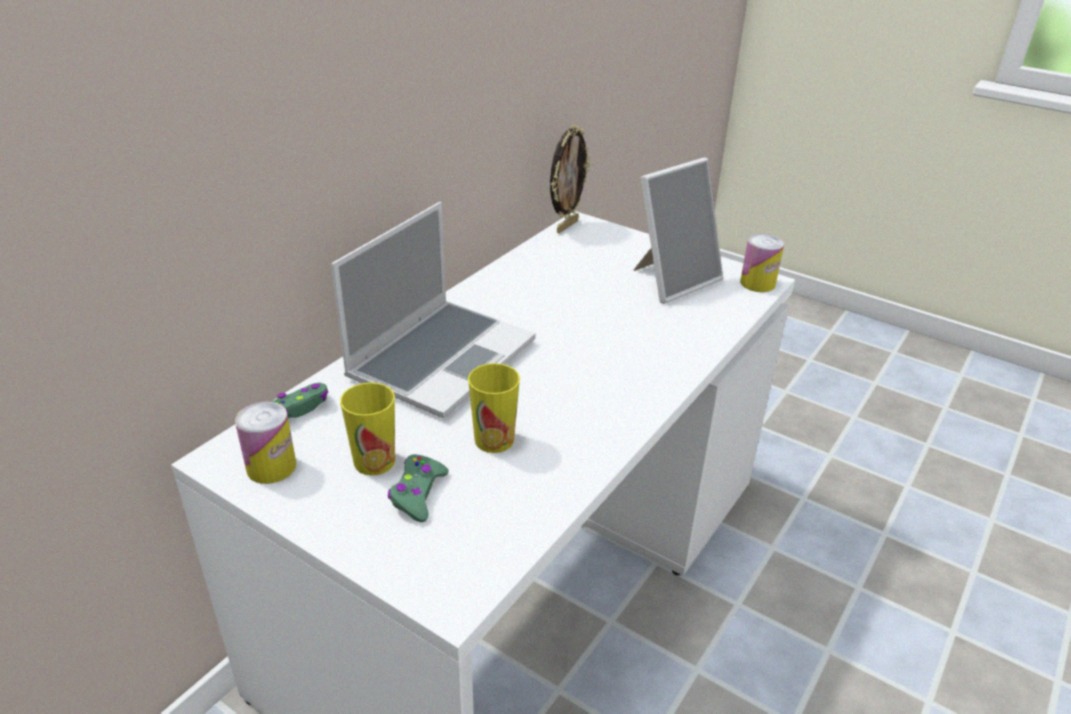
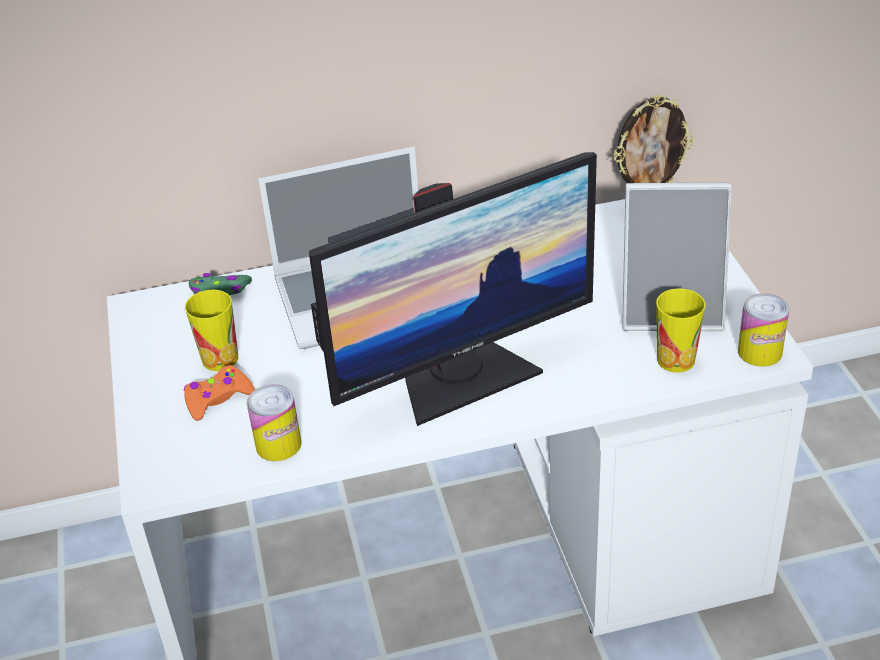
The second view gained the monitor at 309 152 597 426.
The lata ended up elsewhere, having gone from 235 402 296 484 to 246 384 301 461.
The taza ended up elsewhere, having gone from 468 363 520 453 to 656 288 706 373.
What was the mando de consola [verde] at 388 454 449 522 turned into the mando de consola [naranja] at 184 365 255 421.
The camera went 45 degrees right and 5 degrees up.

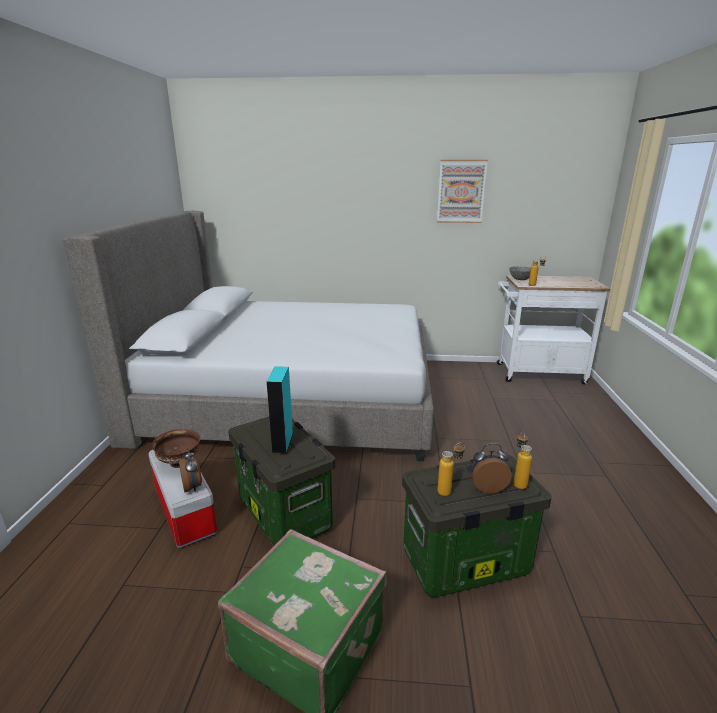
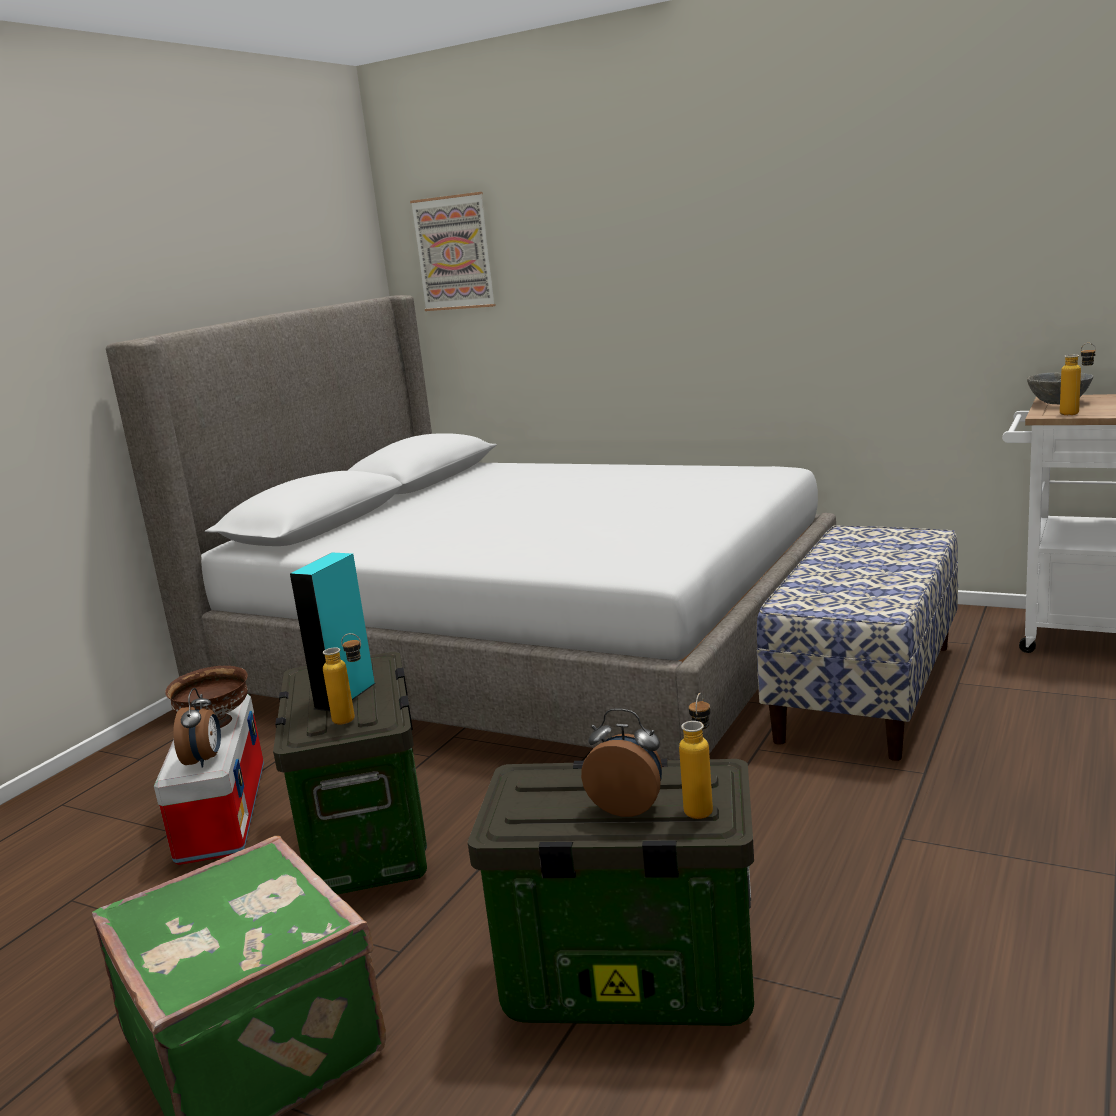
The second view gained the banco at 756 525 958 761.
The cuadro ended up elsewhere, having gone from 437 160 488 223 to 410 192 496 311.
The botella ended up elsewhere, having gone from 437 442 465 496 to 323 633 361 725.
The camera went 25 degrees right and 5 degrees down.

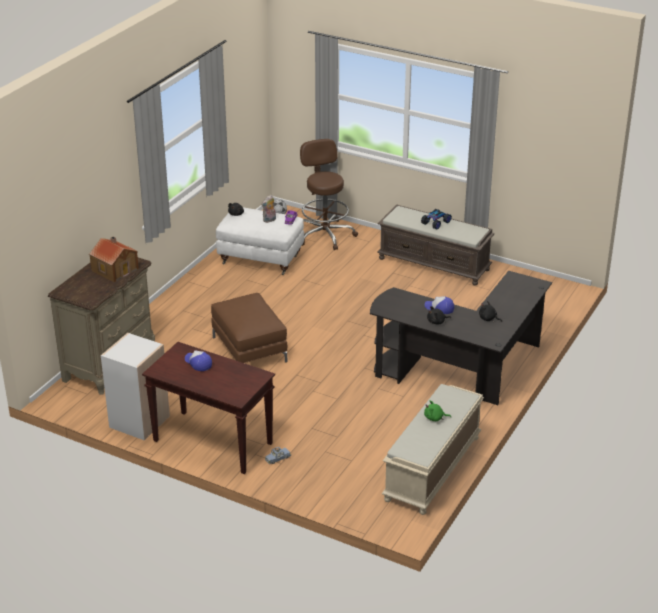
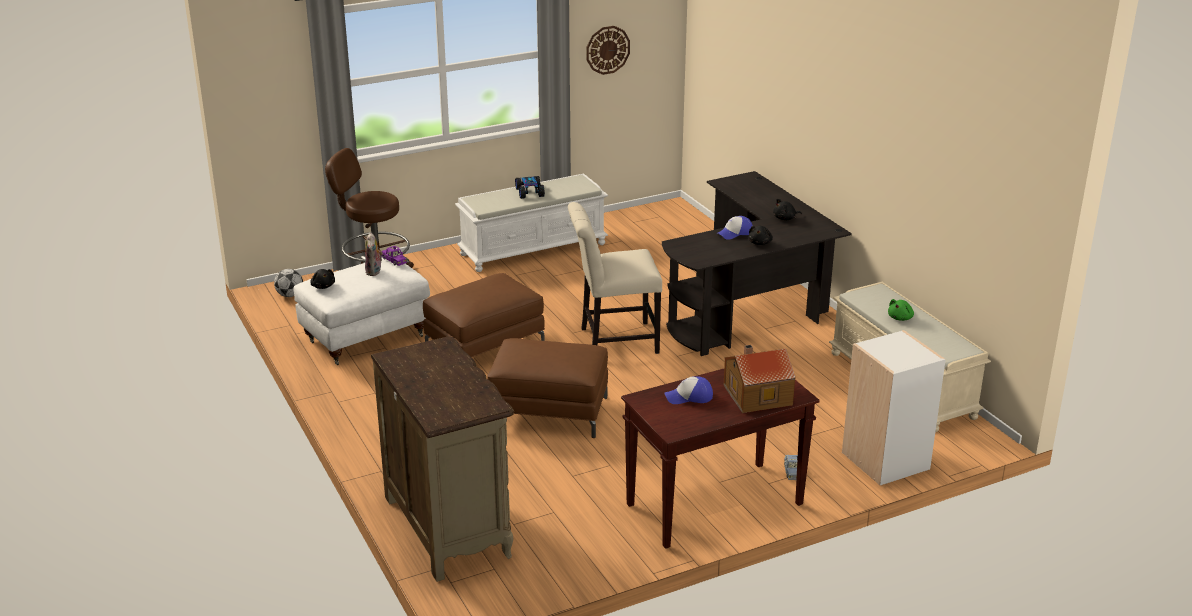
The second view gained the puf [marrón] at 423 273 545 357.
The second view gained the silla [beis] at 568 202 662 354.
The second view gained the reloj de pared at 586 26 630 75.
The casita ended up elsewhere, having gone from 89 237 139 282 to 724 345 796 413.
The estantería ended up elsewhere, having gone from 101 333 170 440 to 842 330 946 485.
What was the banco [marrón] at 377 204 495 286 turned into the banco [blanco] at 455 173 608 272.
The camera went 55 degrees left and 5 degrees down.

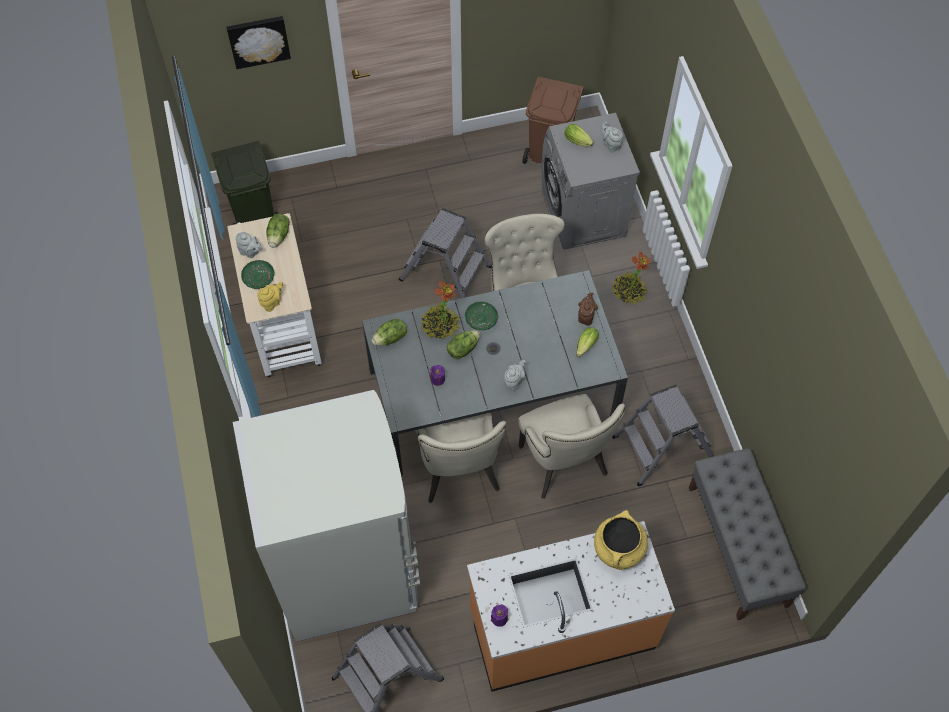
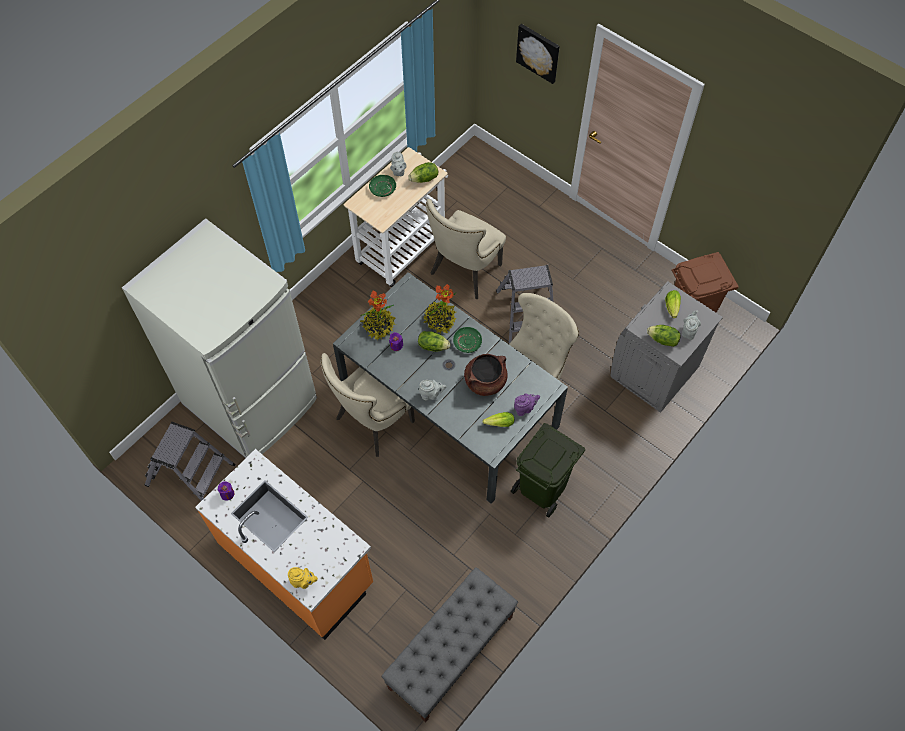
The second view lost the olla [amarillo] at 594 510 648 570.
The second view lost the escalera de tijera [gris] at 612 384 714 487.
The second view gained the olla [marrón] at 464 354 508 396.
The papelera [verde] ended up elsewhere, having gone from 211 141 278 225 to 511 423 585 518.
The tetera [amarillo] ended up elsewhere, having gone from 257 282 283 312 to 288 567 318 589.
The lechuga ended up elsewhere, having gone from 371 319 407 346 to 647 325 681 347.
The silla [beis] ended up elsewhere, having gone from 518 394 625 499 to 426 199 506 299.
The planta en maceta ended up elsewhere, having gone from 612 251 651 304 to 359 291 395 340.
What was the tetera [marrón] at 578 293 598 326 turned into the tetera [morado] at 514 393 540 416.
The camera went 55 degrees right and 0 degrees up.

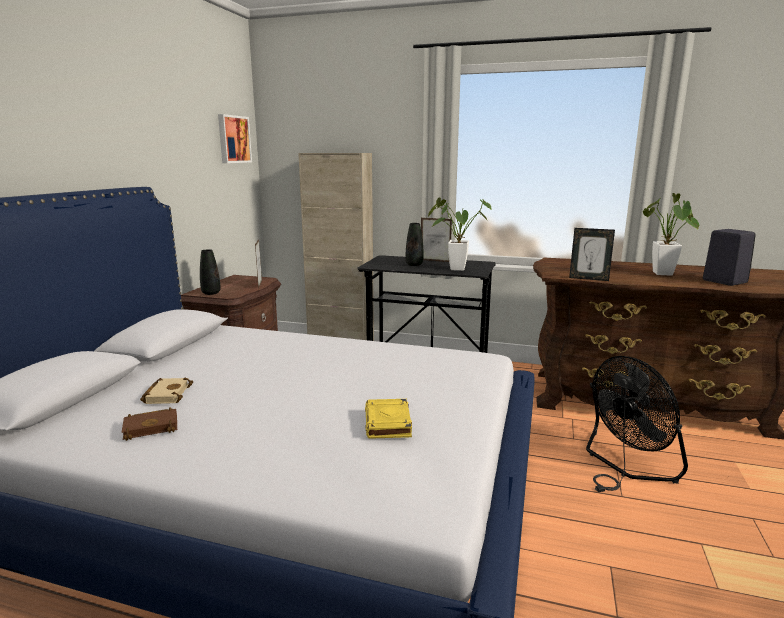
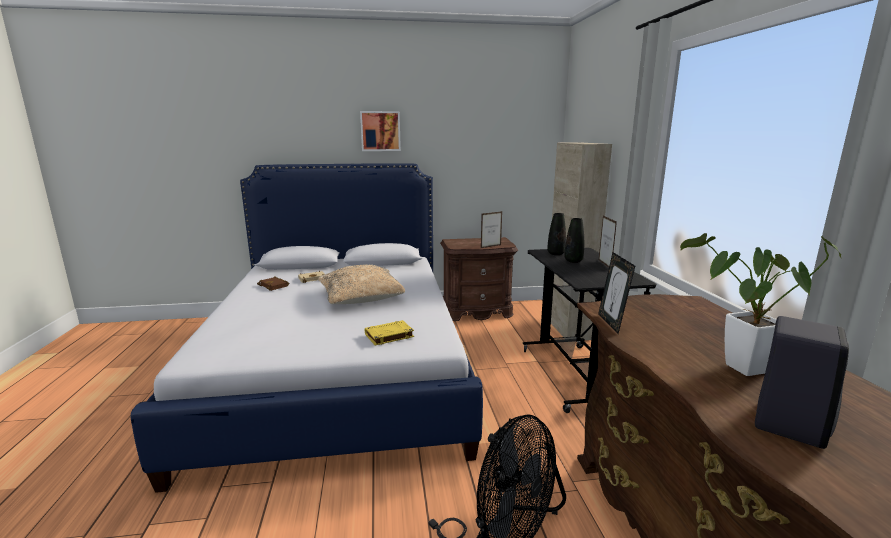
The second view lost the planta en maceta at 427 197 492 271.
The second view gained the cojín [beis] at 318 264 405 304.
The florero [negro] ended up elsewhere, having gone from 200 249 221 295 to 547 213 566 255.
The cuadro ended up elsewhere, having gone from 218 114 252 163 to 360 111 401 151.
The libro [amarillo] ended up elsewhere, having gone from 365 399 412 439 to 365 320 414 346.
The camera went 65 degrees right and 0 degrees up.

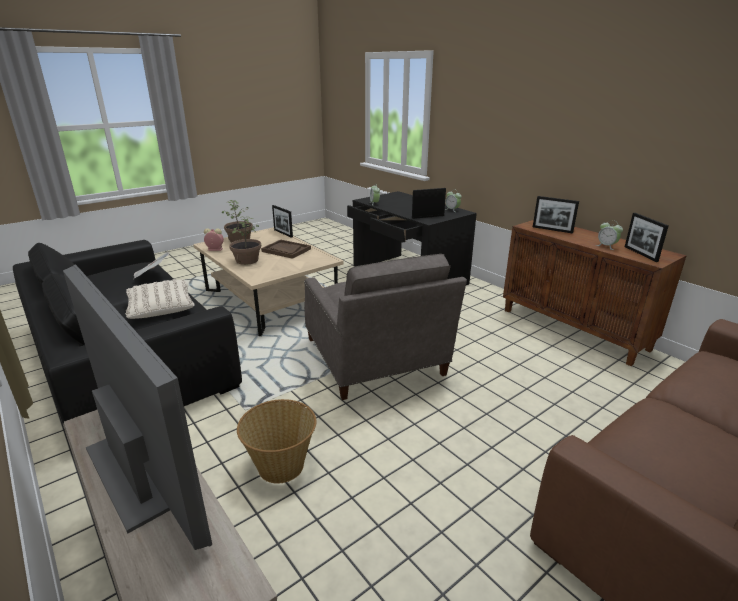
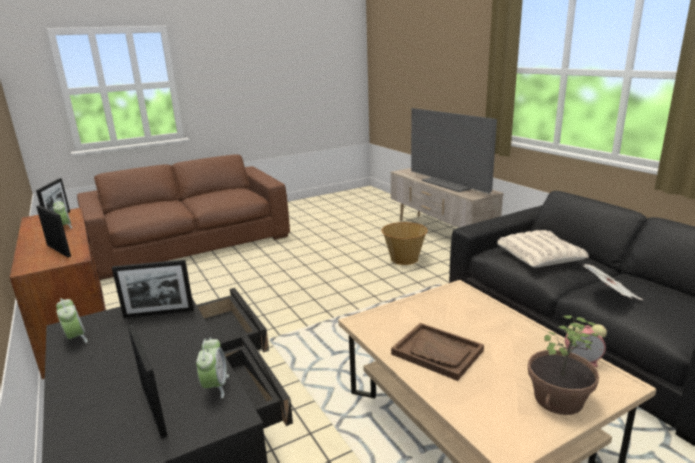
The second view lost the planta en maceta at 229 216 261 265.
The second view lost the sillón [gris] at 304 254 467 400.
The portarretratos ended up elsewhere, having gone from 272 205 293 238 to 128 324 168 439.
The camera went 170 degrees left and 5 degrees down.

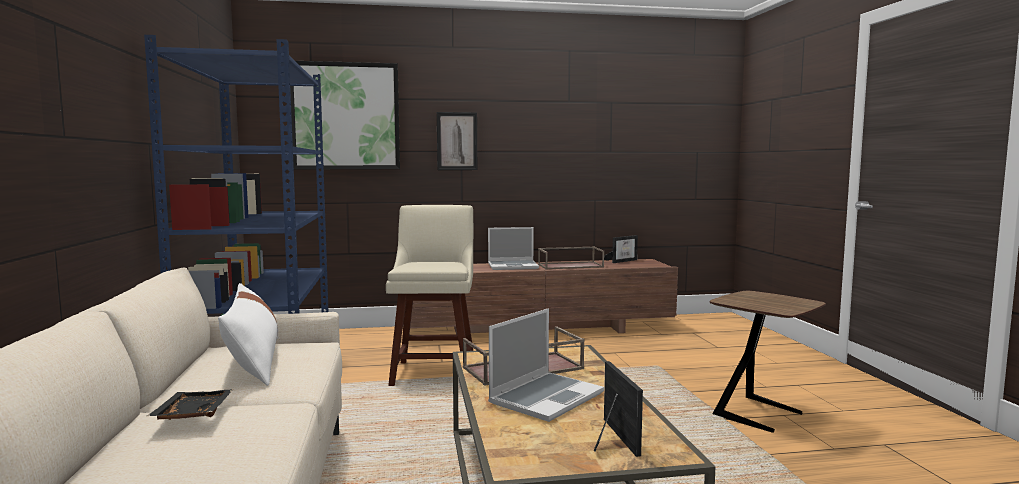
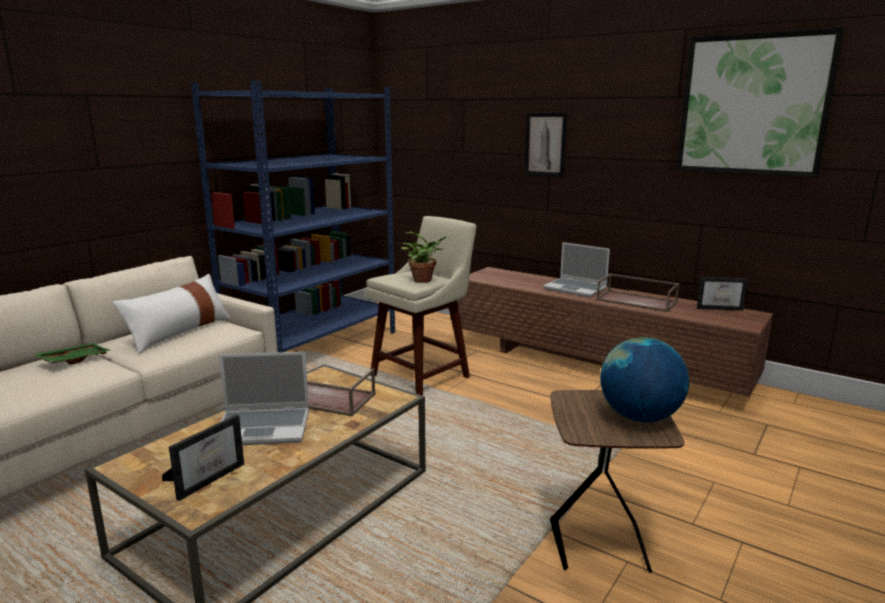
The second view gained the planta en maceta at 401 232 450 283.
The second view gained the globo terráqueo at 600 337 689 422.
The cuadro ended up elsewhere, having gone from 290 61 400 169 to 676 27 845 178.
What was the bandeja [negro] at 147 390 233 420 turned into the bandeja [verde] at 33 343 112 365.
The camera went 45 degrees right and 10 degrees up.

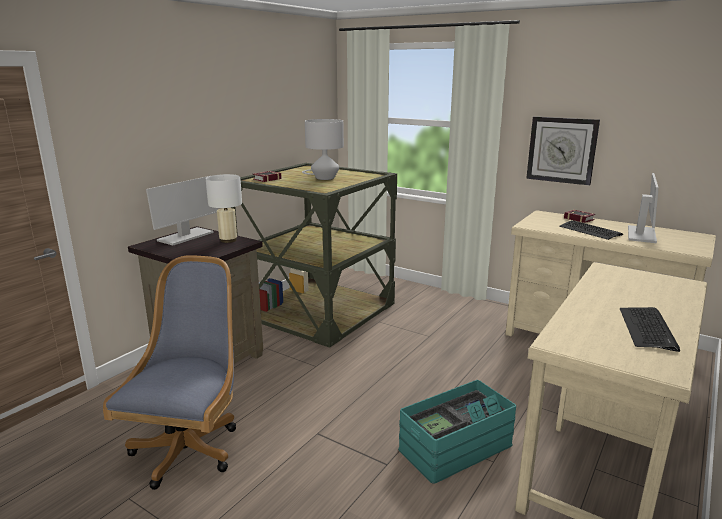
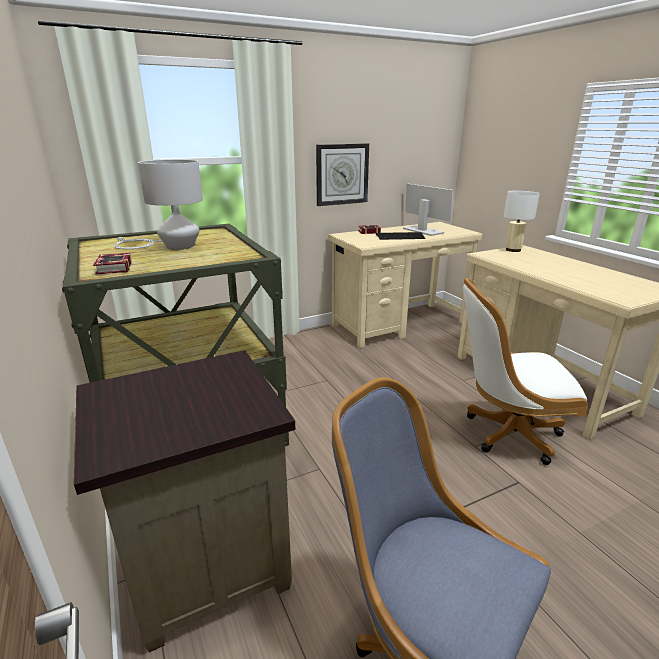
The second view lost the monitor at 146 176 218 245.
The second view lost the teclado at 620 307 680 352.
The lámpara de mesa [blanco] ended up elsewhere, having gone from 206 174 242 243 to 504 190 540 252.
Where the caja de almacenaje [turquesa] stood at 398 380 516 484, the silla de oficina [blanco] came to stand at 463 278 588 465.
The camera went 60 degrees left and 5 degrees up.

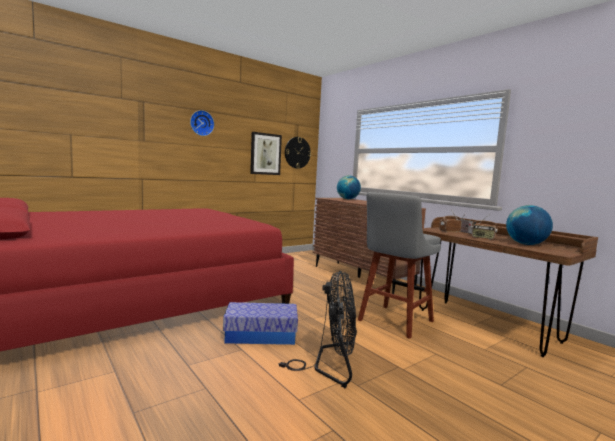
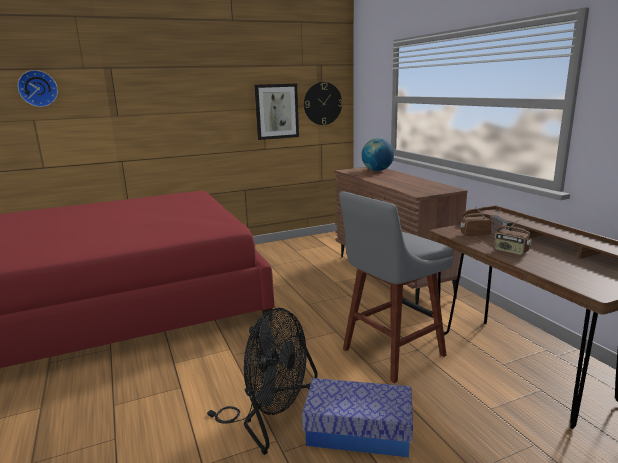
The second view lost the globo terráqueo at 506 205 553 245.
The reloj de pared ended up elsewhere, having gone from 190 110 214 136 to 17 70 58 107.
The caja de almacenaje ended up elsewhere, having gone from 223 302 298 345 to 302 378 413 457.
The camera went 15 degrees right and 10 degrees up.

